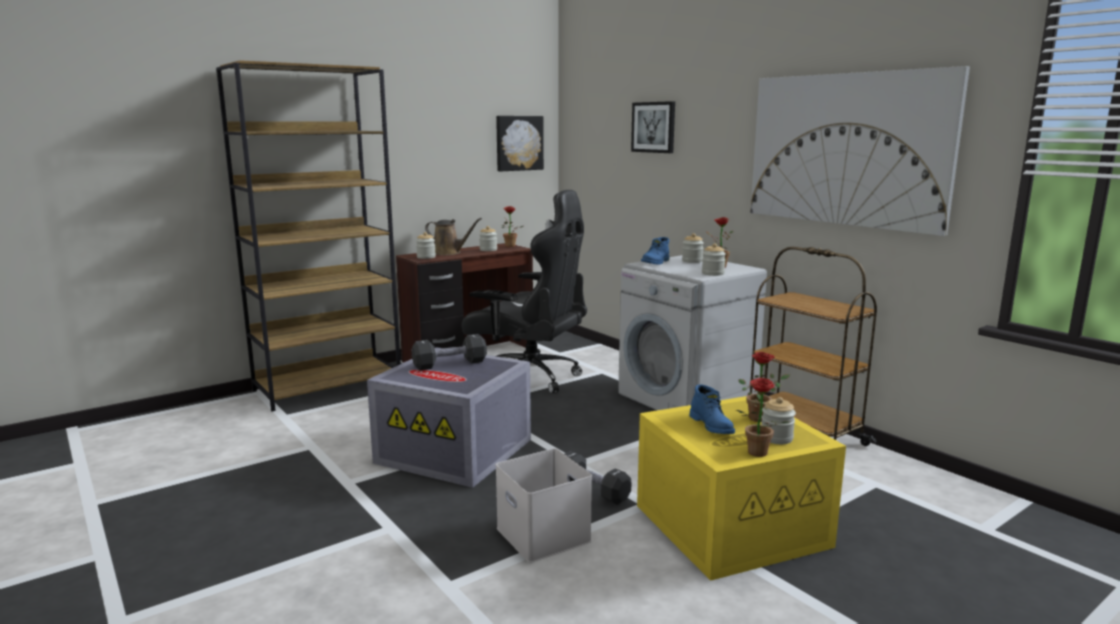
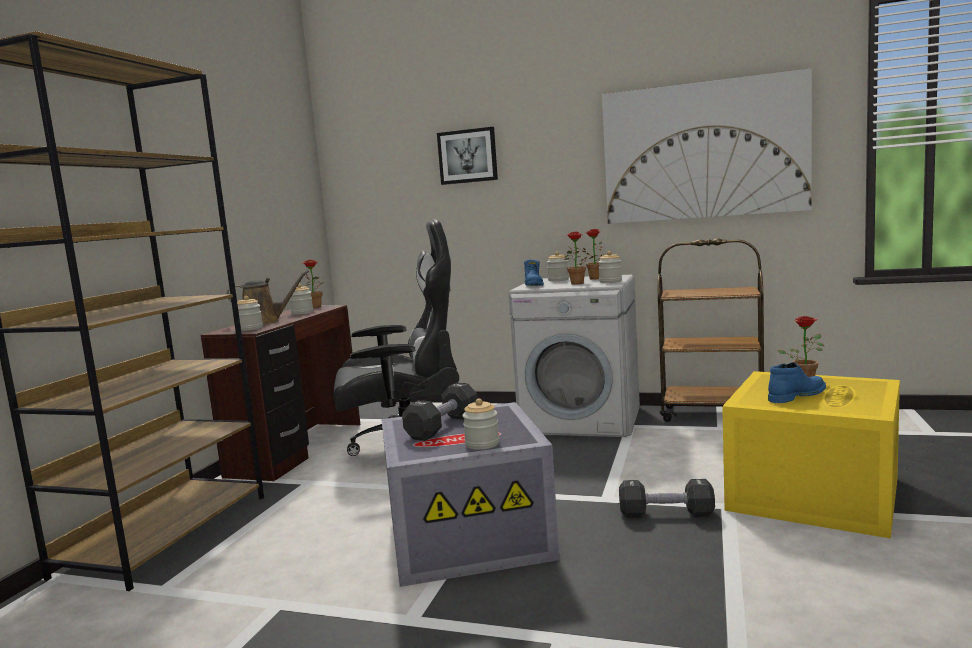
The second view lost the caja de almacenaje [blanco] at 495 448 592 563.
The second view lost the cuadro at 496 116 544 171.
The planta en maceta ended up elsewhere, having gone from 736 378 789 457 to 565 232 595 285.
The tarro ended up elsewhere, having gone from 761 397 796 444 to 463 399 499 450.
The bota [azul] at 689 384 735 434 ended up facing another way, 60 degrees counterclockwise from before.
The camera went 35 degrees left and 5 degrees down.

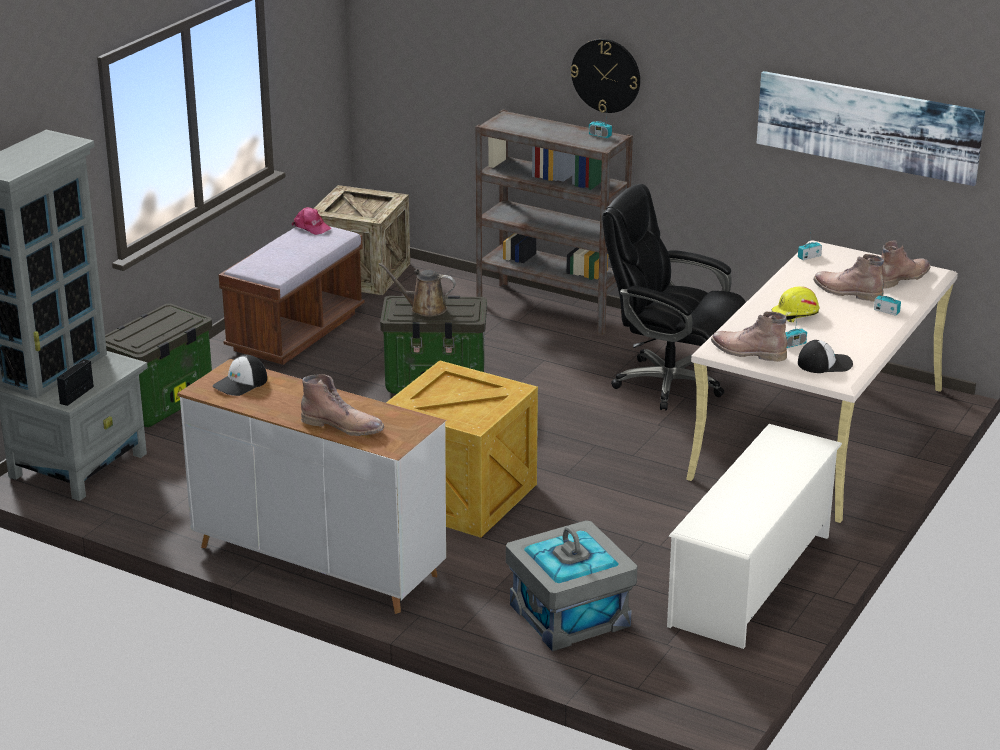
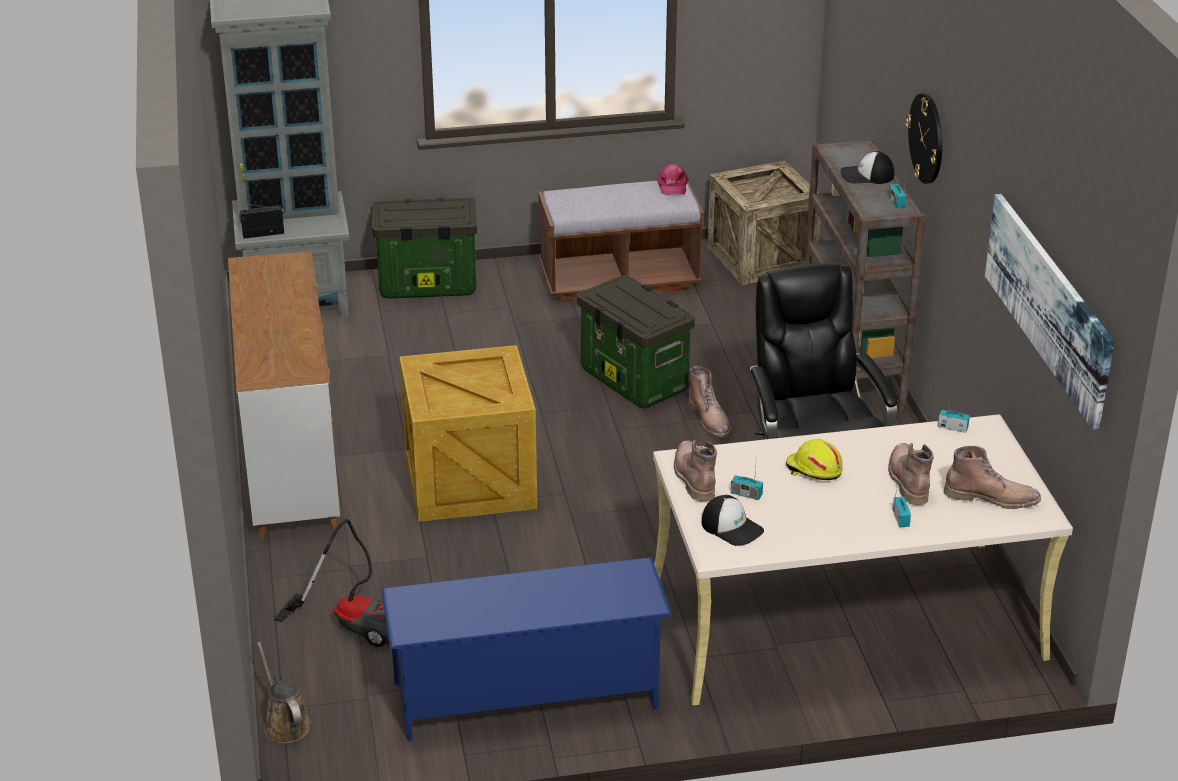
The gorra ended up elsewhere, having gone from 213 354 267 396 to 841 151 894 184.
The bota [marrón] ended up elsewhere, having gone from 301 374 384 436 to 688 366 731 438.
The regadera [marrón] ended up elsewhere, having gone from 378 263 456 317 to 257 642 311 743.
Where the caja de almacenaje [gris] stood at 506 520 637 651, the aspiradora came to stand at 274 519 389 647.
What was the zapatero [blanco] at 667 424 842 649 turned into the zapatero [azul] at 381 558 672 741.
The camera went 50 degrees right and 5 degrees up.

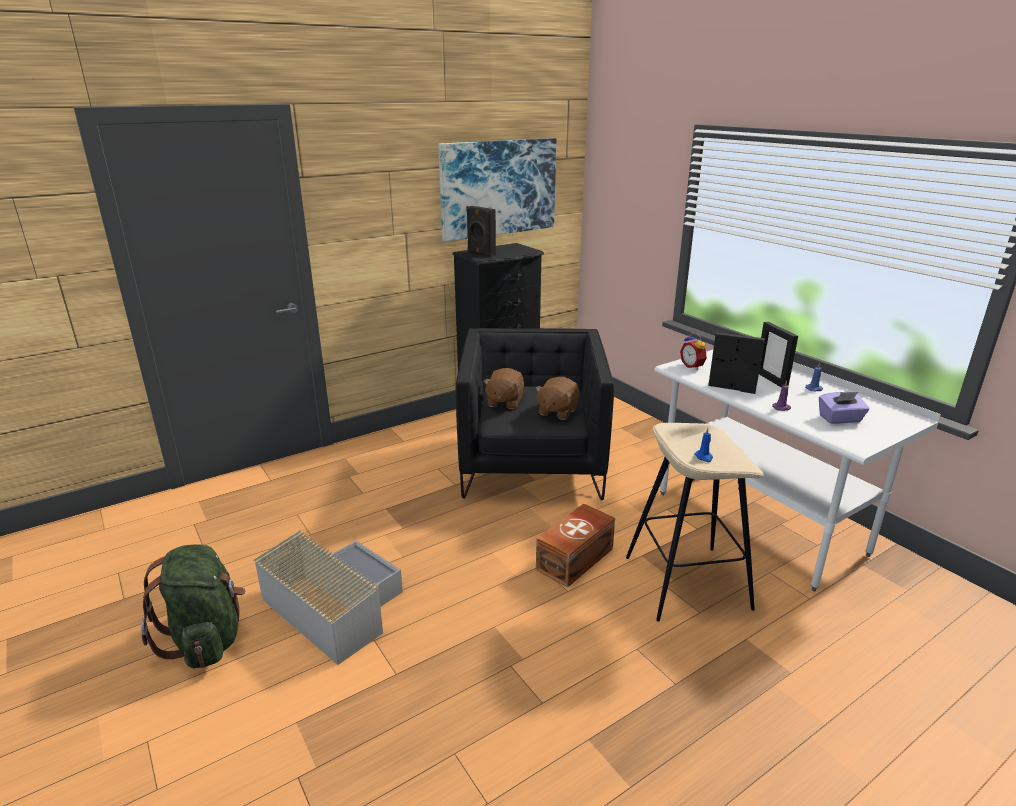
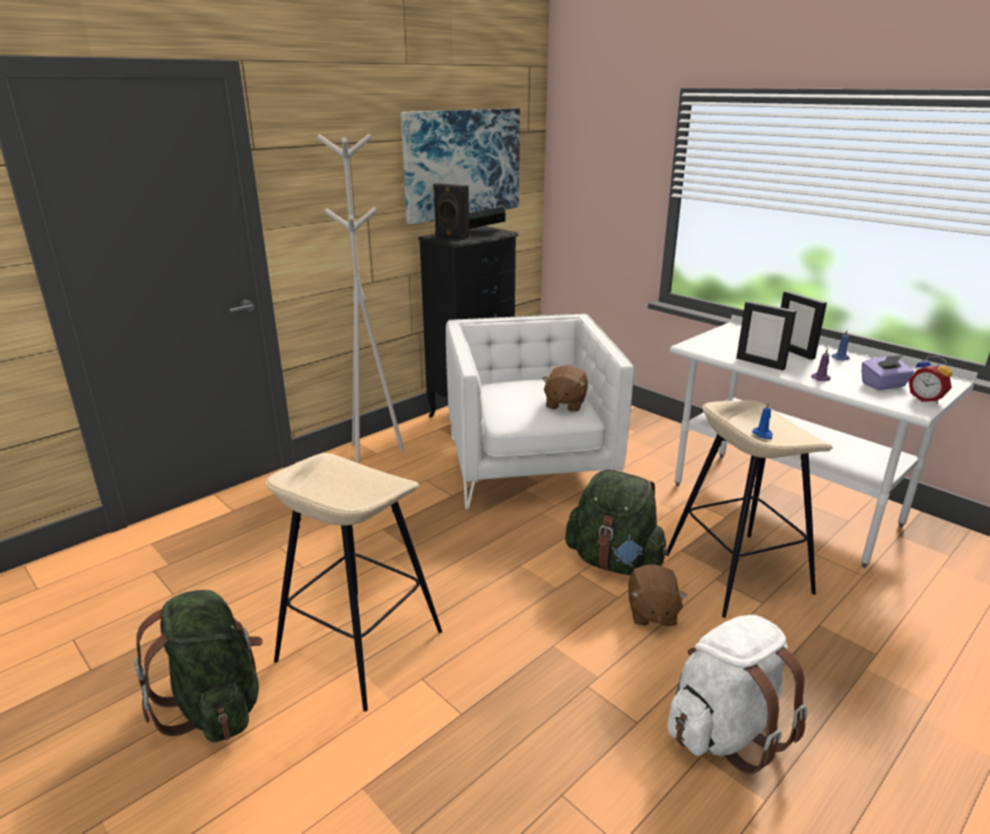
The second view gained the perchero [gris] at 317 134 404 464.
The second view gained the libro at 469 206 505 229.
The second view gained the mochila [blanco] at 668 615 807 775.
The peluche [marrón] ended up elsewhere, having gone from 483 368 524 409 to 628 564 687 627.
The despertador ended up elsewhere, having gone from 680 333 707 370 to 908 356 952 404.
Where the caja de almacenaje [gris] stood at 253 530 403 665, the taburete [beis] came to stand at 266 453 442 712.
Where the caja de almacenaje [marrón] stood at 536 504 615 588, the mochila [verde] came to stand at 565 470 668 575.
What was the sillón [negro] at 456 328 614 501 turned into the sillón [blanco] at 446 314 634 510.
The portarretratos at 708 332 765 394 ended up facing another way, 150 degrees counterclockwise from before.
The camera went 10 degrees left and 0 degrees up.

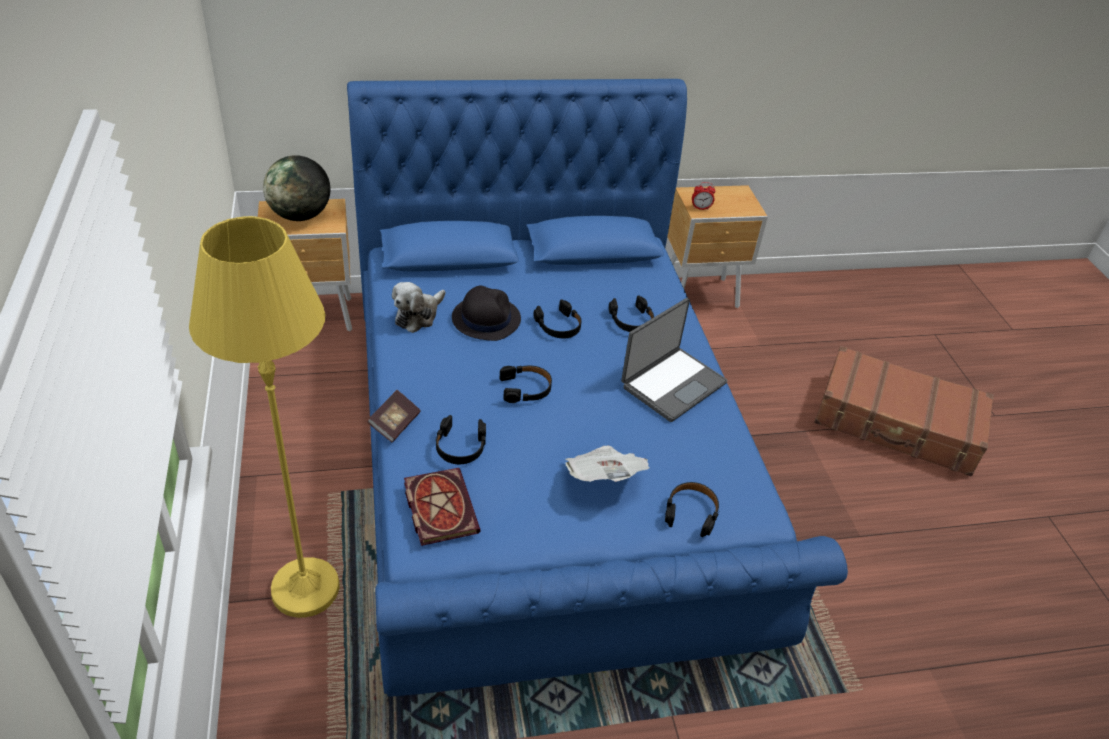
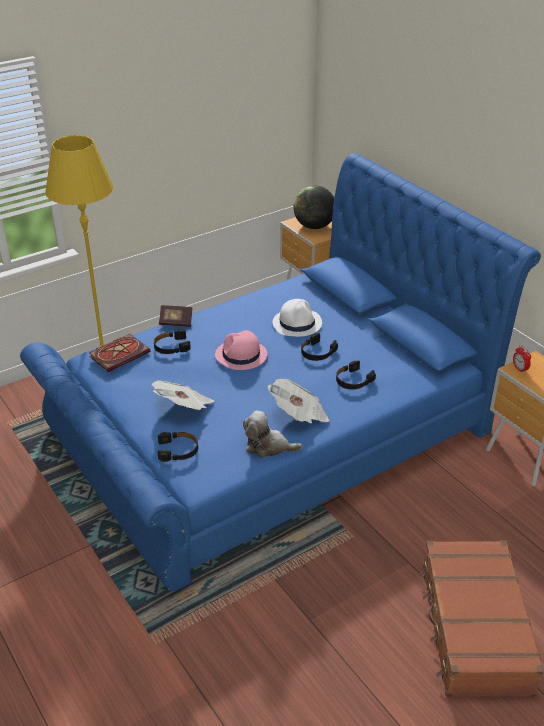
The peluche ended up elsewhere, having gone from 392 282 445 333 to 243 411 303 458.
Where the auriculares [negro] stood at 499 365 552 403, the sombrero [rosa] came to stand at 215 330 267 370.
Where the portátil stood at 621 298 728 422, the periódico came to stand at 268 379 329 423.
What was the sombrero [negro] at 452 286 521 341 turned into the sombrero [blanco] at 273 299 322 337.
The camera went 70 degrees right and 5 degrees down.

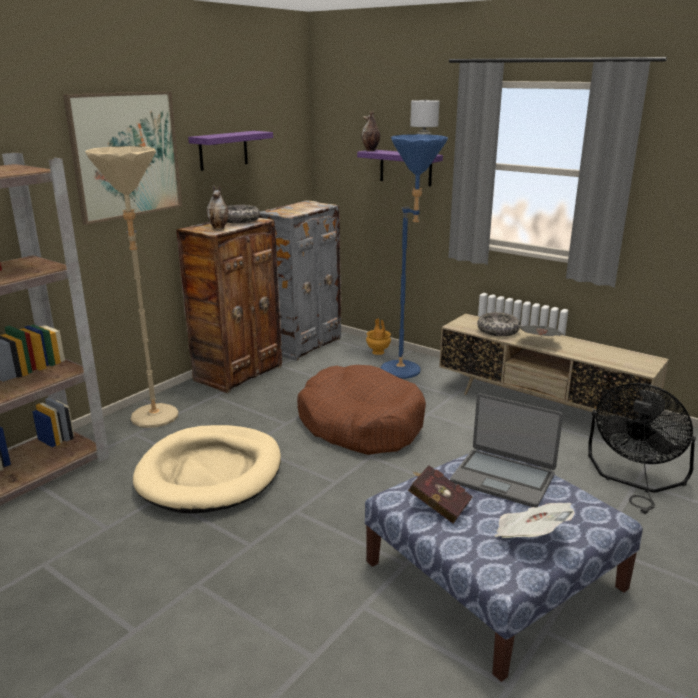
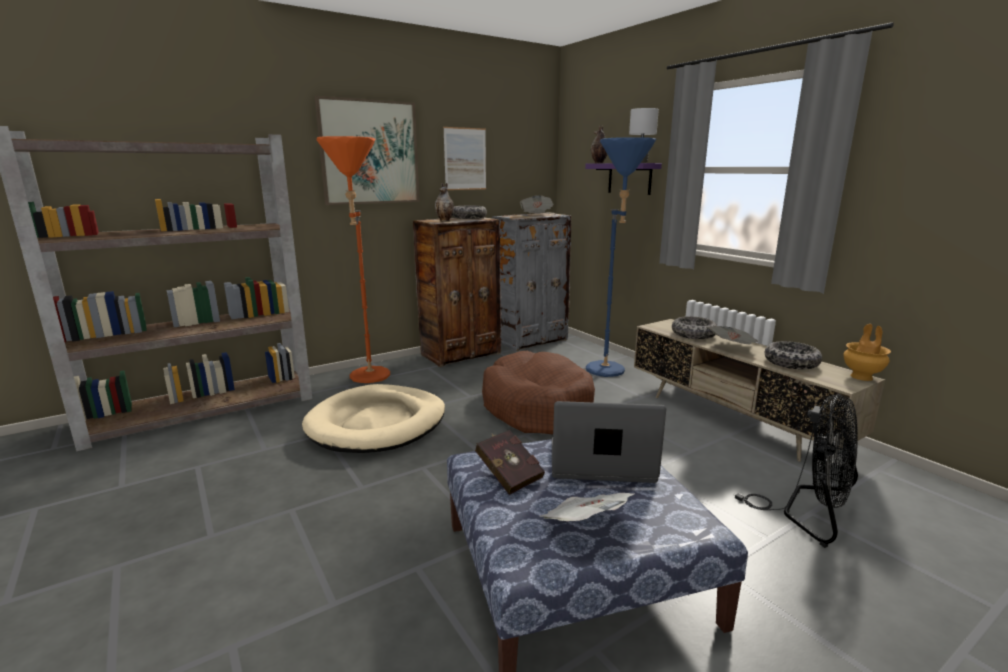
The second view gained the periódico at 520 195 554 214.
The second view gained the cuenco at 765 341 822 370.
The florero [marrón] ended up elsewhere, having gone from 366 319 391 355 to 843 324 891 381.
Where the estante [morado] hung at 188 131 273 171, the cuadro came to hang at 443 127 486 190.
What was the lámpara de pie [beis] at 85 146 179 428 turned into the lámpara de pie [naranja] at 317 136 390 383.
The portátil at 450 393 563 507 ended up facing another way, 135 degrees clockwise from before.
The ventilador [negro] at 588 383 696 514 ended up facing another way, 75 degrees clockwise from before.
The camera went 20 degrees right and 5 degrees down.

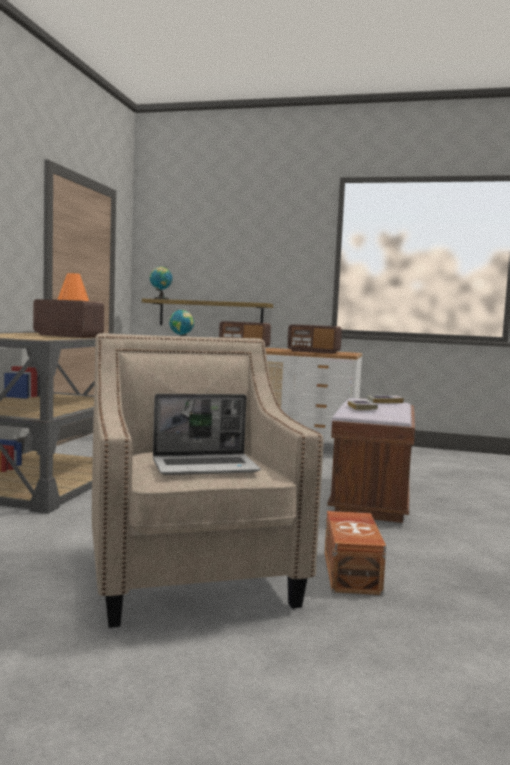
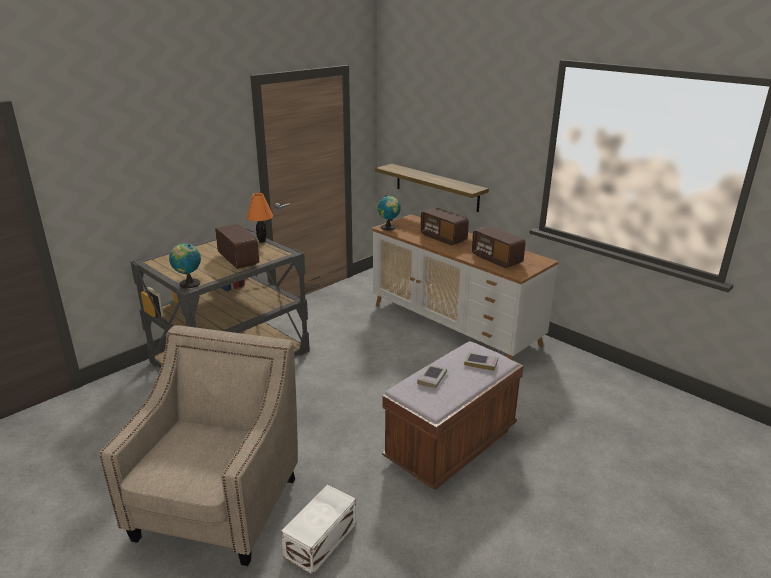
The second view lost the portátil at 153 394 261 475.
The globo terráqueo ended up elsewhere, having gone from 150 267 173 299 to 169 243 201 288.
What was the caja de almacenaje [marrón] at 324 511 386 595 turned into the caja de almacenaje [blanco] at 281 485 356 575.
The camera went 30 degrees right and 20 degrees up.

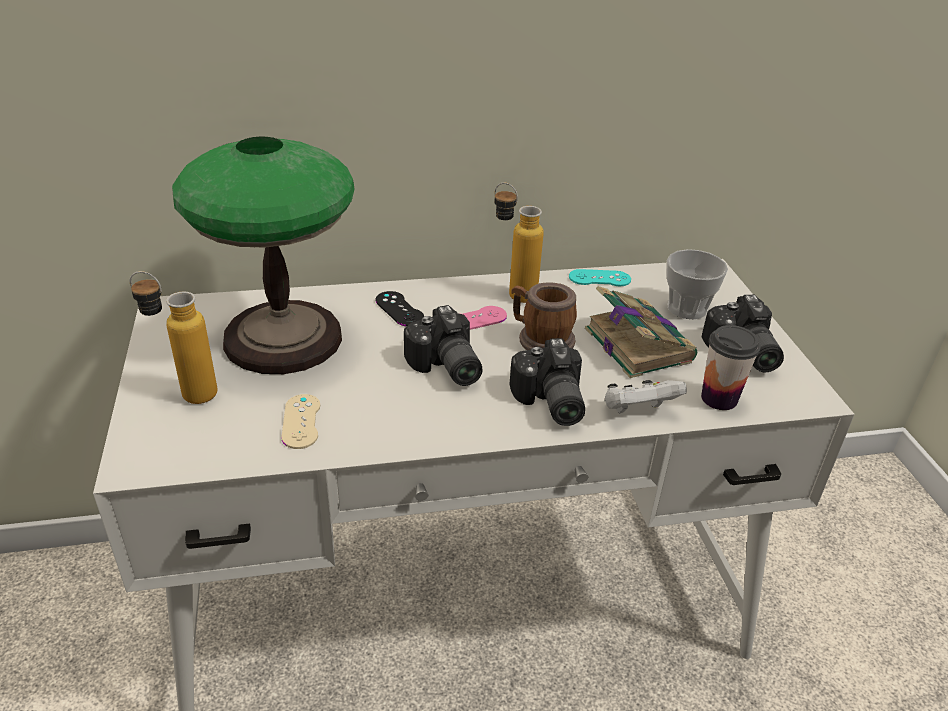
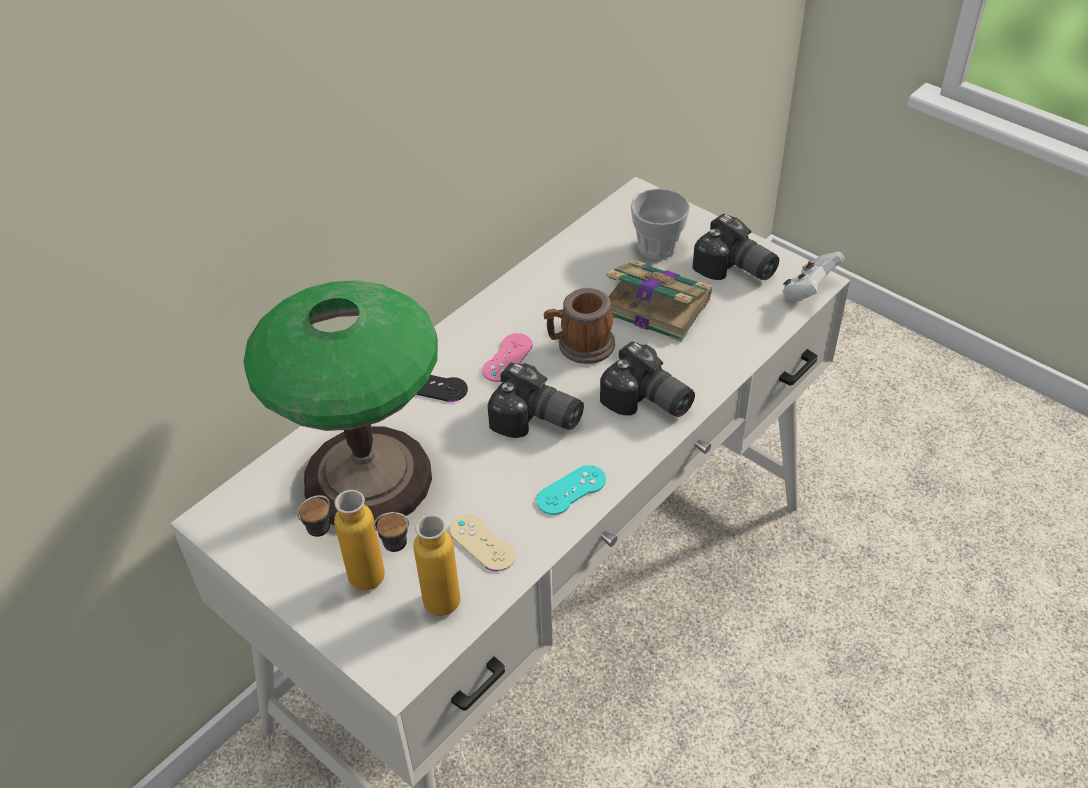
The second view lost the taza at 701 325 761 410.
The botella ended up elsewhere, having gone from 494 183 544 303 to 374 512 460 616.
The mando de consola [turquesa] ended up elsewhere, having gone from 569 269 631 286 to 536 465 606 515.
The mando de consola [blanco] ended up elsewhere, having gone from 604 380 687 414 to 783 252 845 301.
The camera went 35 degrees left and 10 degrees up.

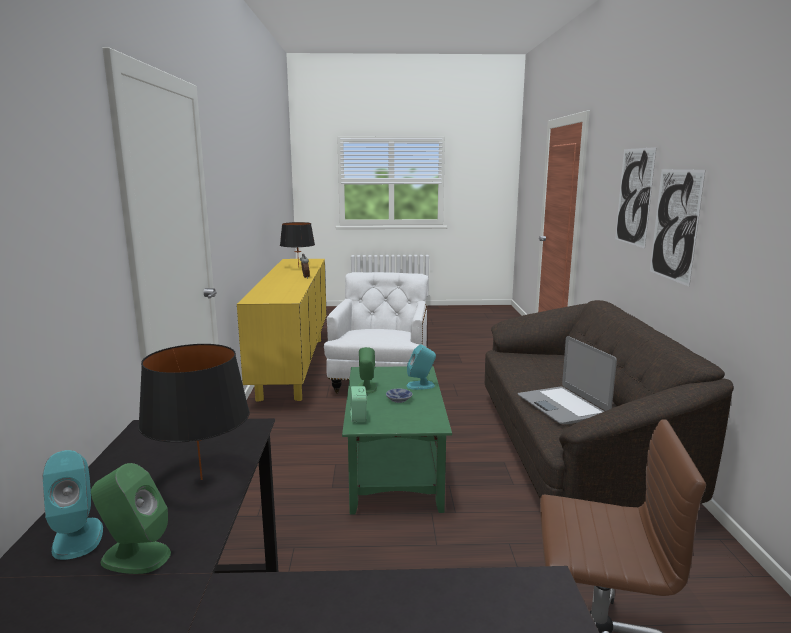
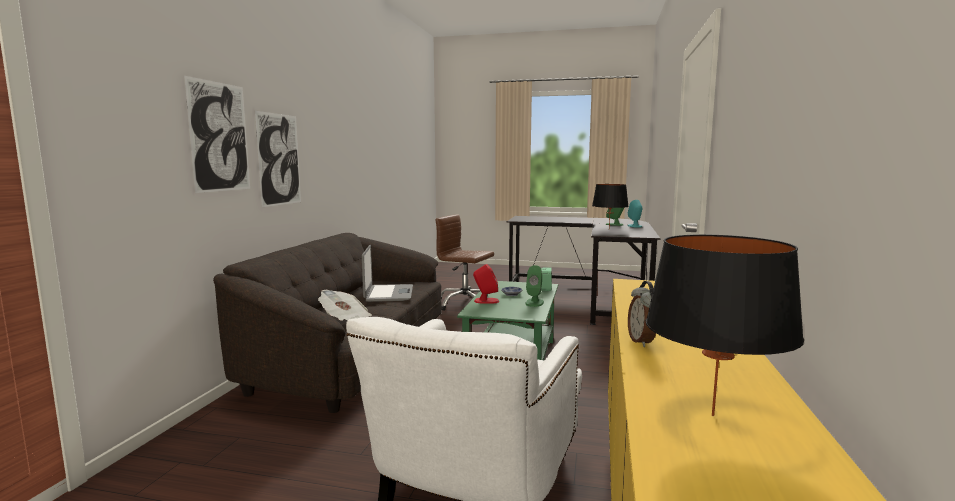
The second view gained the periódico at 318 290 372 321.
What was the altavoz [turquesa] at 406 344 436 390 turned into the altavoz [rojo] at 473 264 499 304.
The camera went 165 degrees left and 5 degrees down.

